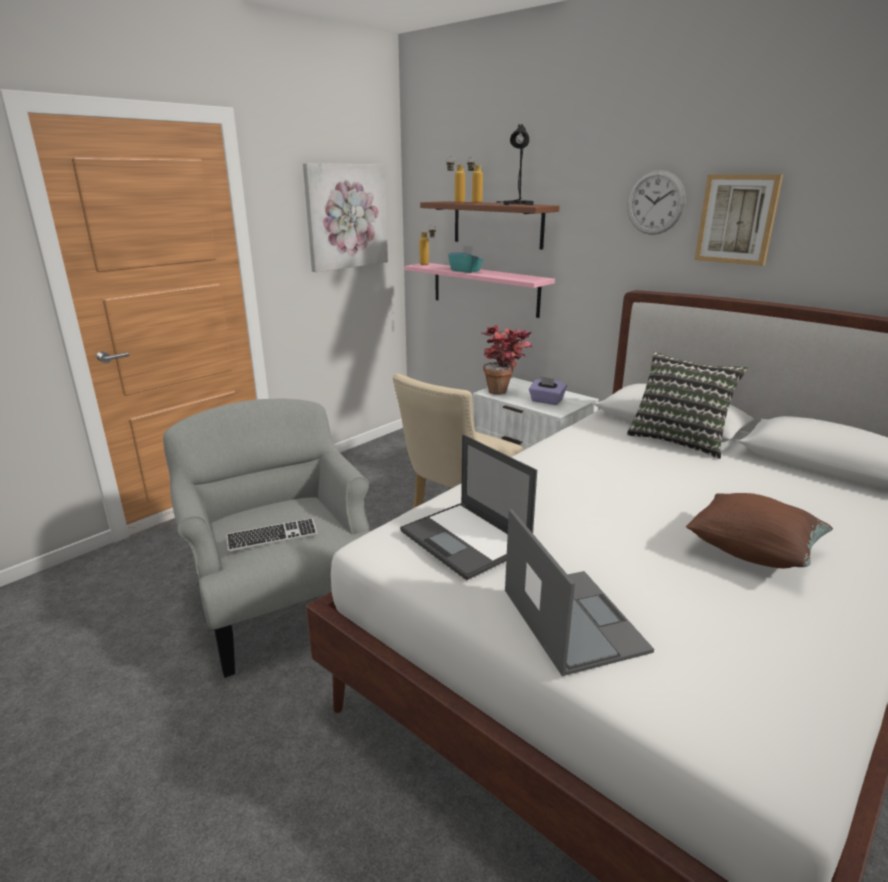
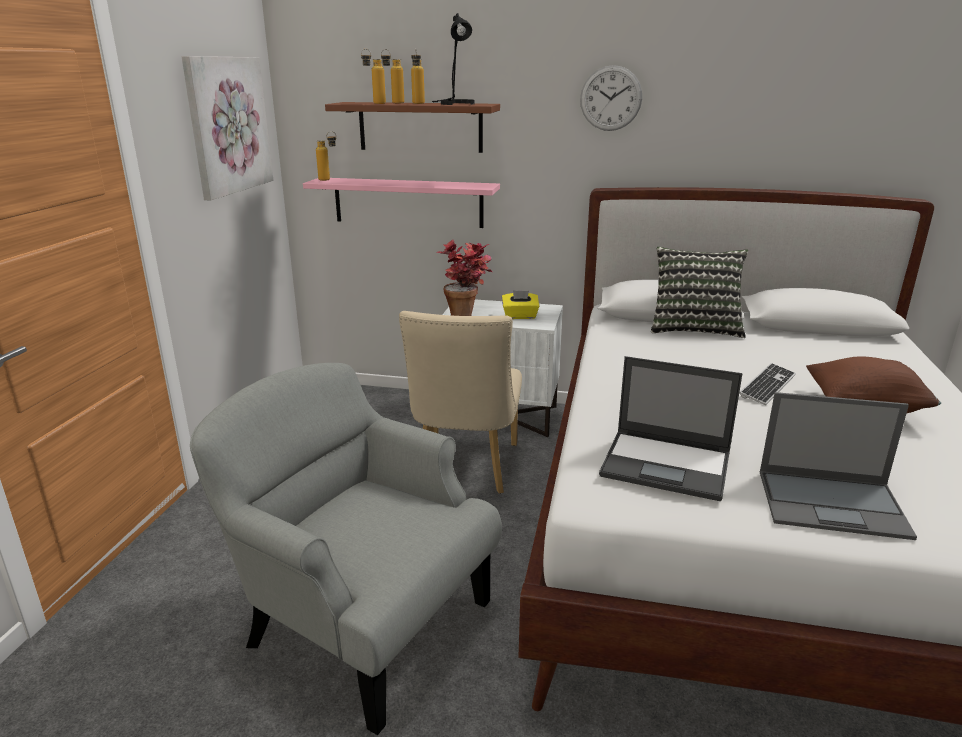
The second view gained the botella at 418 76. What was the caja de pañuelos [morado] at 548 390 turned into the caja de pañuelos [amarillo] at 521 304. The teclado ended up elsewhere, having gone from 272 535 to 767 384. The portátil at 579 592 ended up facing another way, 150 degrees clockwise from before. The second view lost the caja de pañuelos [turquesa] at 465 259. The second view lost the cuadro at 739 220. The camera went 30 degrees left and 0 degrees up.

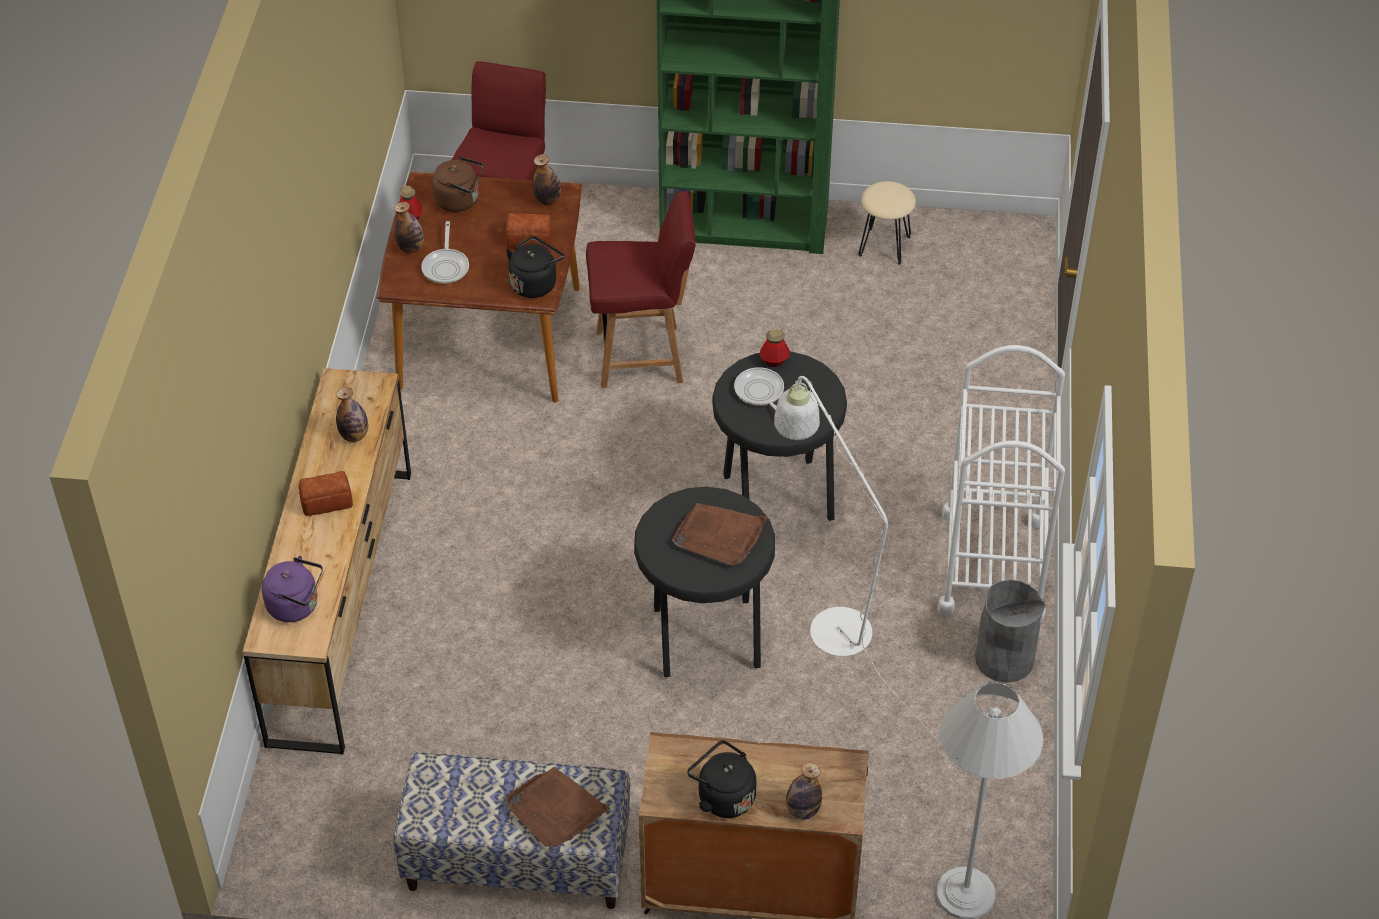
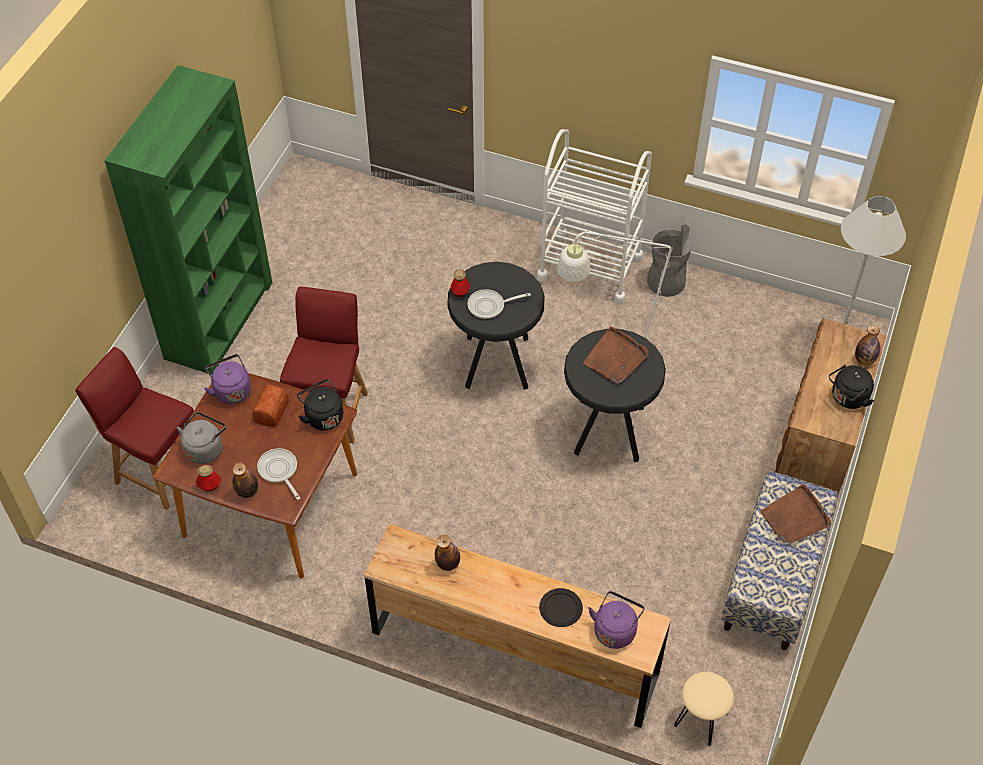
What was the hervidor [marrón] at 458 184 turned into the hervidor [gris] at 201 438. Where the botella stood at 546 179, the hervidor [morado] came to stand at 227 379. The sartén at 445 252 ended up facing another way, 135 degrees counterclockwise from before. The second view gained the plato [negro] at 561 607. The taburete [beis] ended up elsewhere, having gone from 887 223 to 704 709. The second view lost the pan at 325 493. The camera went 75 degrees left and 5 degrees up.

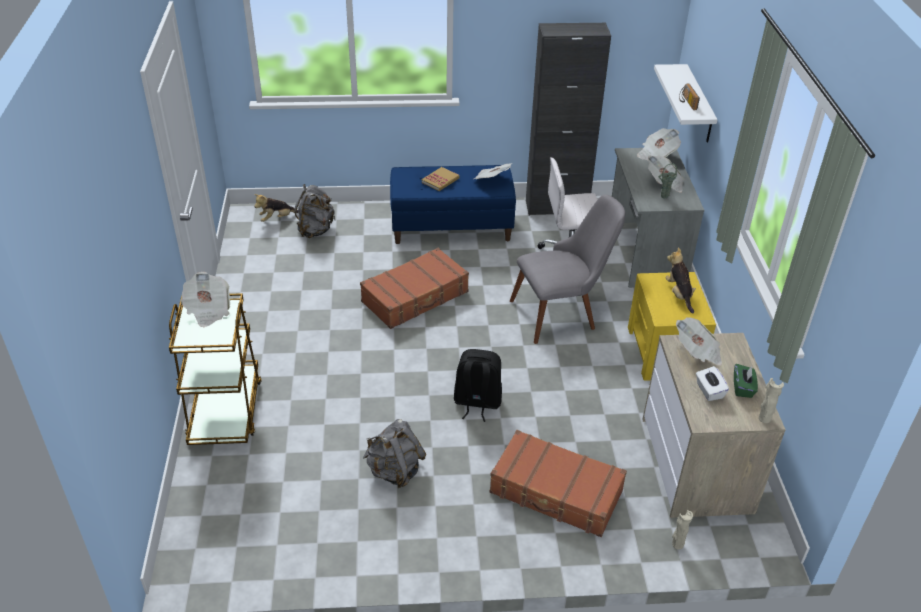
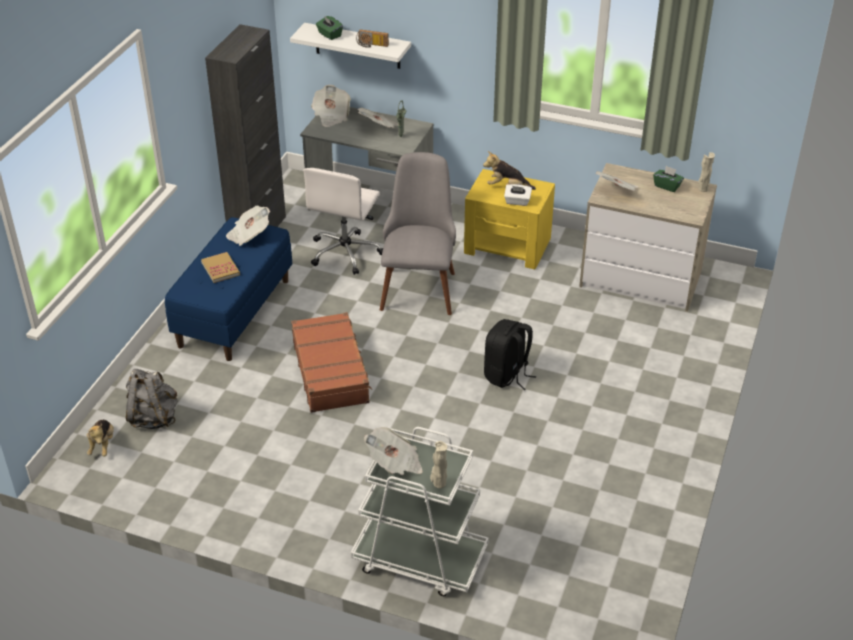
The second view gained the caja de pañuelos [verde] at 329 28. What was the carrito [marrón] at 215 369 turned into the carrito [blanco] at 420 511. The florero [beis] ended up elsewhere, having gone from 682 530 to 438 464. The caja de pañuelos [blanco] ended up elsewhere, having gone from 712 383 to 518 195. The second view lost the mochila [gris] at 394 453. The second view lost the maleta [marrón] at 558 483. The camera went 65 degrees left and 0 degrees up.

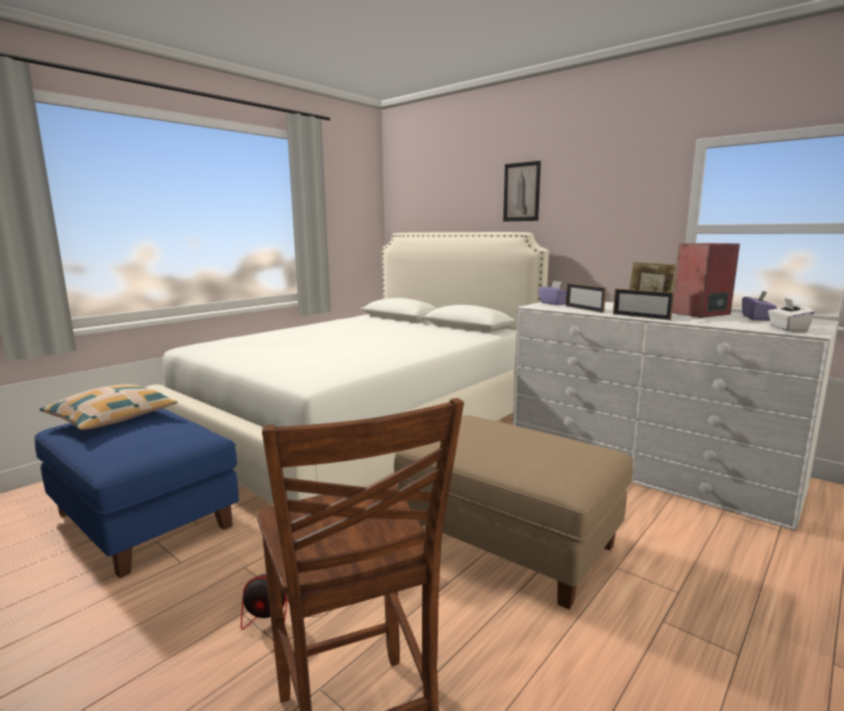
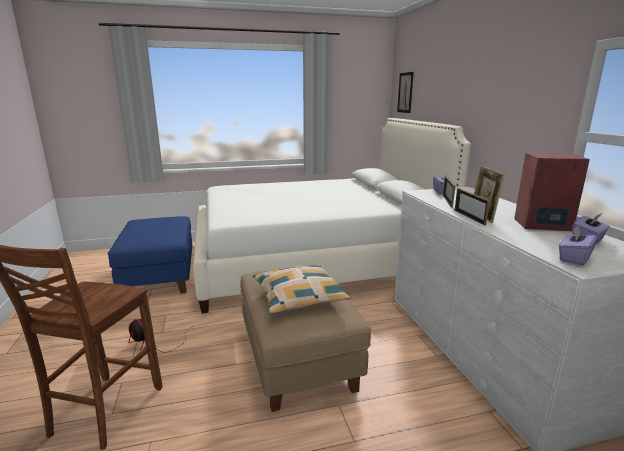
The cojín ended up elsewhere, having gone from 108 407 to 302 289. The cuadro ended up elsewhere, having gone from 522 191 to 405 92. What was the caja de pañuelos [blanco] at 791 314 turned into the caja de pañuelos [morado] at 578 245. The camera went 35 degrees right and 5 degrees up.

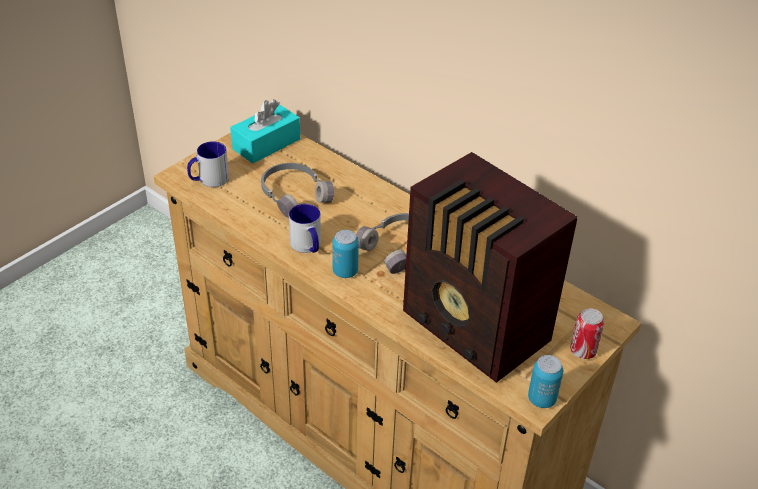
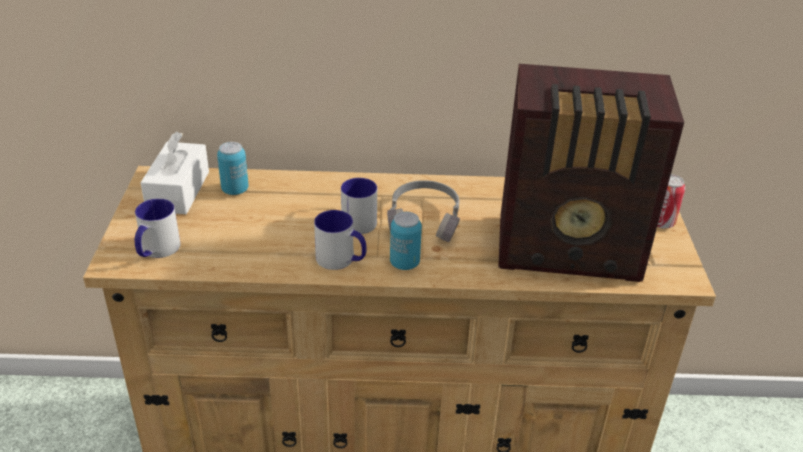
What was the caja de pañuelos [turquesa] at 265 131 turned into the caja de pañuelos [blanco] at 175 173. The lata ended up elsewhere, having gone from 545 381 to 232 168. The second view gained the taza grande at 359 206. The second view lost the auriculares [gris] at 297 190. The camera went 40 degrees left and 5 degrees down.

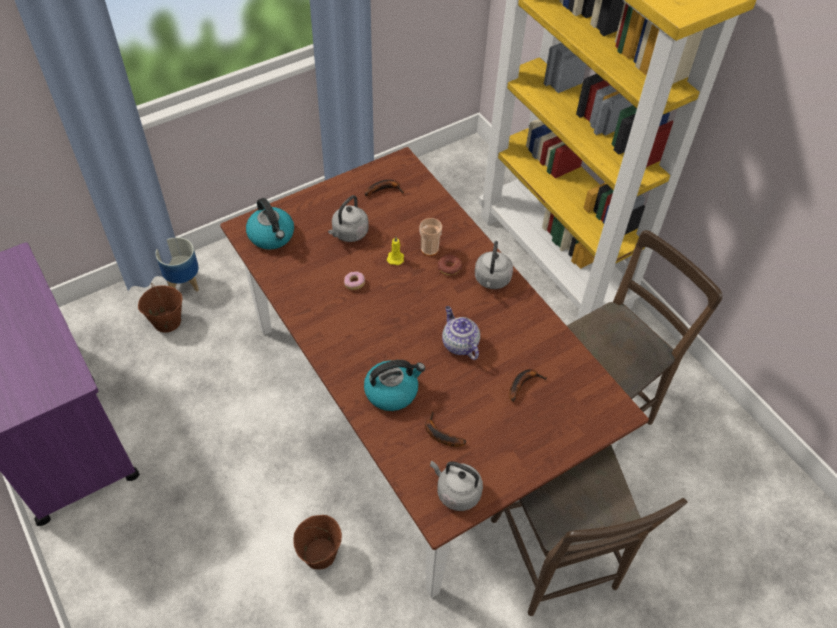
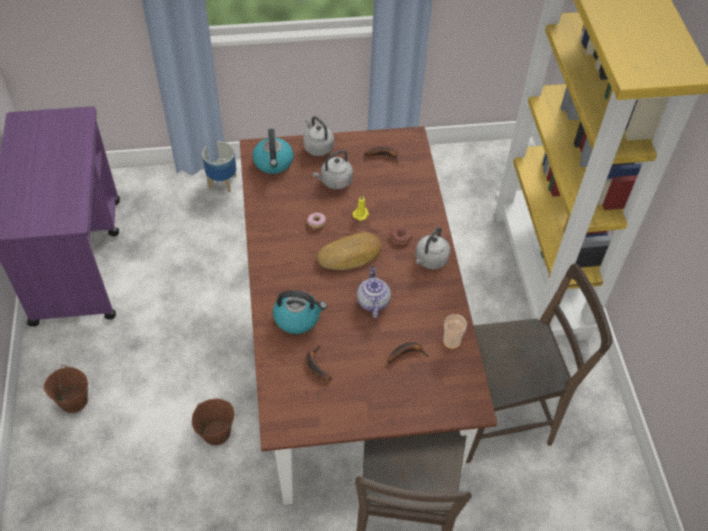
The cubo [marrón] ended up elsewhere, having gone from 160 308 to 66 389. The hervidor [gris] ended up elsewhere, having gone from 456 486 to 318 136. The second view gained the pan at 349 251. The taza ended up elsewhere, having gone from 431 237 to 455 331. The camera went 25 degrees right and 0 degrees up.

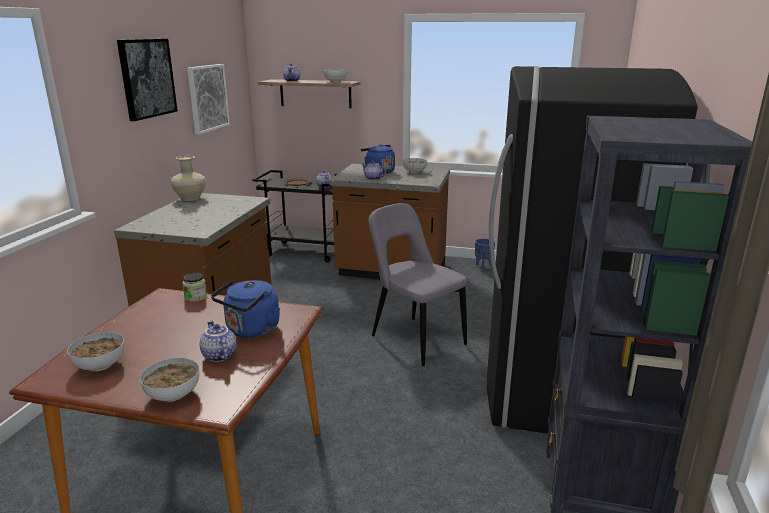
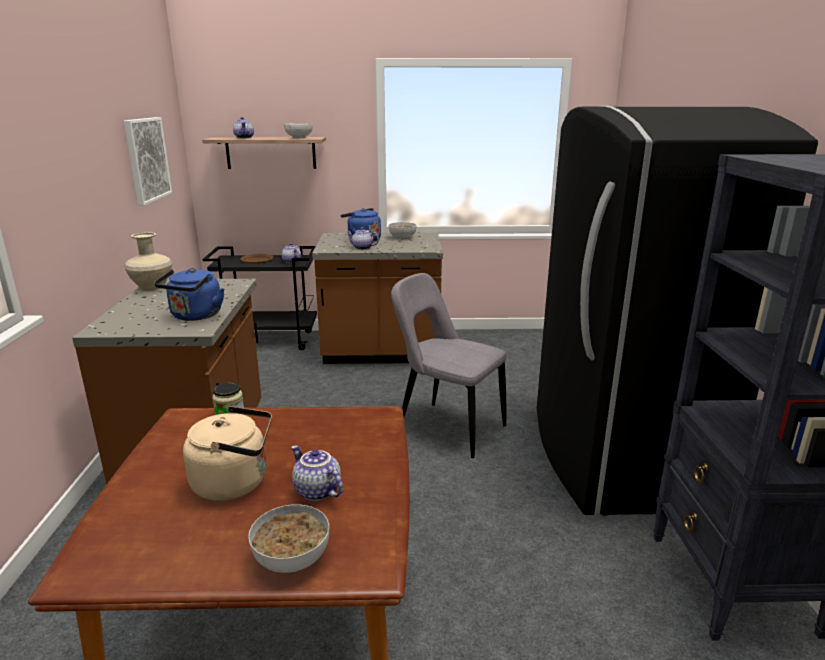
The hervidor [azul] ended up elsewhere, having gone from 245 309 to 189 294. The second view gained the hervidor [beis] at 227 453. The second view lost the cuenco at 96 351. The second view lost the cuadro at 147 80. The second view lost the maceta [azul] at 485 254. The camera went 15 degrees left and 0 degrees up.

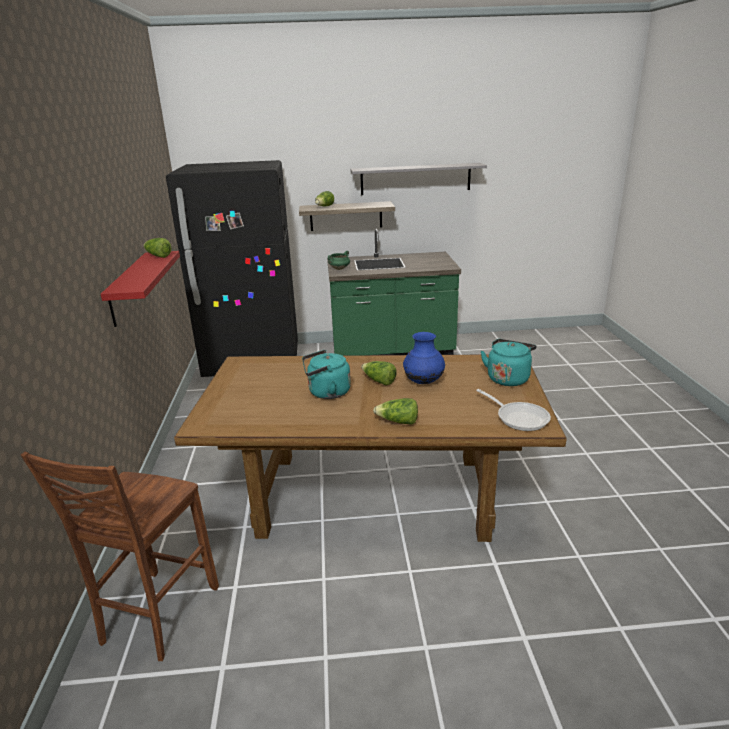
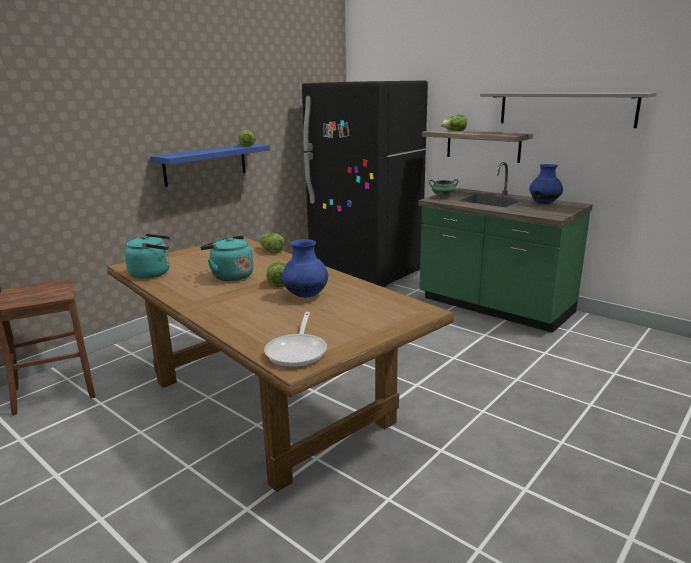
The hervidor [turquesa] ended up elsewhere, having gone from 509 362 to 147 256. What was the estante [rojo] at 140 289 turned into the estante [azul] at 210 165. The lechuga ended up elsewhere, having gone from 395 411 to 272 243. The second view gained the florero [azul] at 546 184. The camera went 45 degrees right and 5 degrees down.

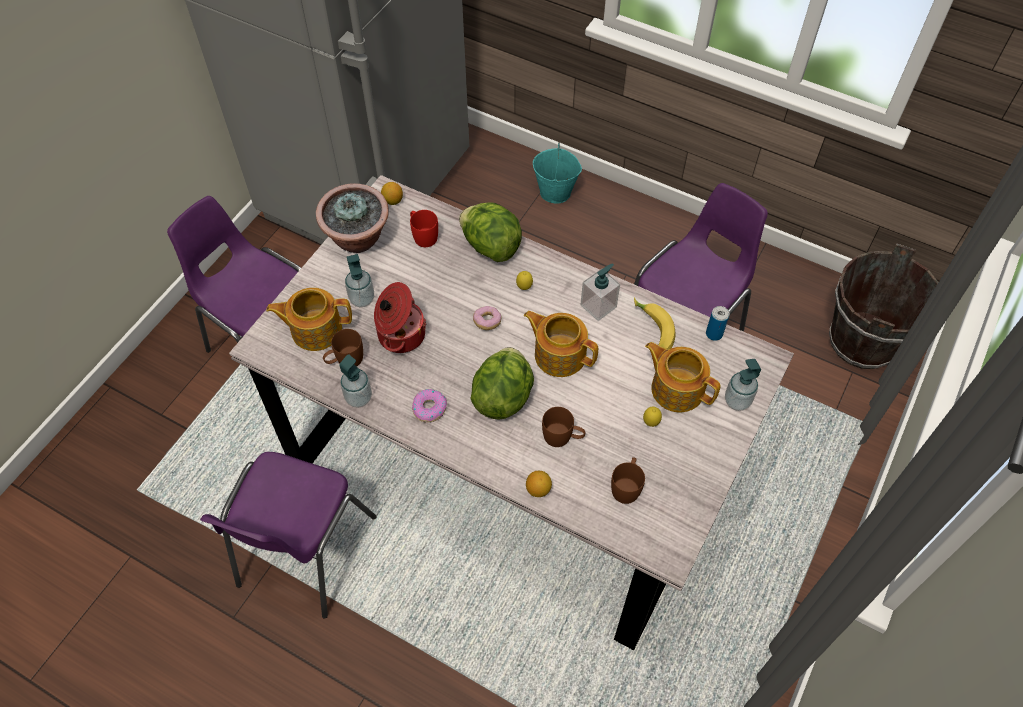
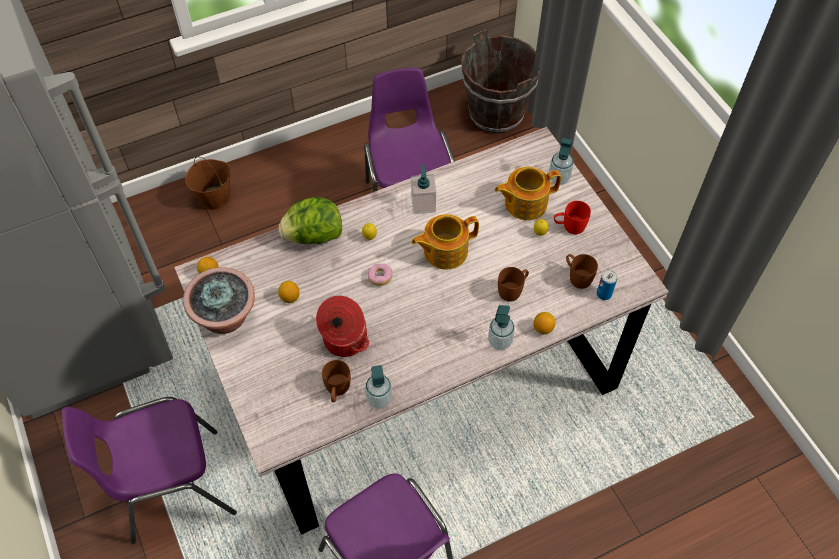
What was the cubo [turquesa] at 557 173 turned into the cubo [marrón] at 208 183. The second view gained the limón at 289 292. The dispensador de jabón ended up elsewhere, having gone from 359 280 to 501 327. The taza grande [rojo] ended up elsewhere, having gone from 424 228 to 572 217. The lata ended up elsewhere, having gone from 717 323 to 607 285. The second view lost the tetera at 309 319. The second view lost the rosquilla at 429 406. The second view lost the lechuga at 502 383. The second view lost the plátano at 655 323. The camera went 55 degrees left and 0 degrees up.

